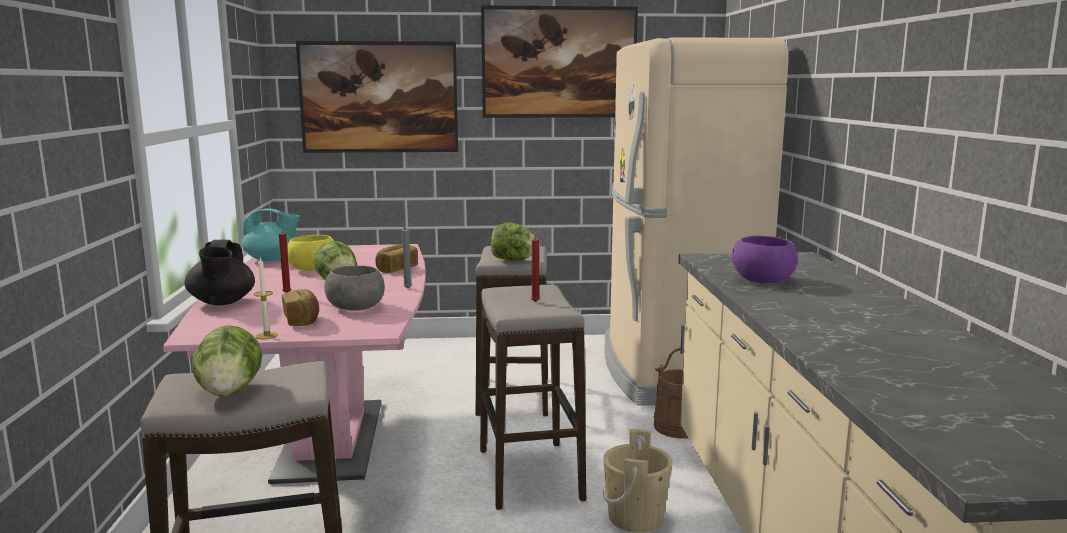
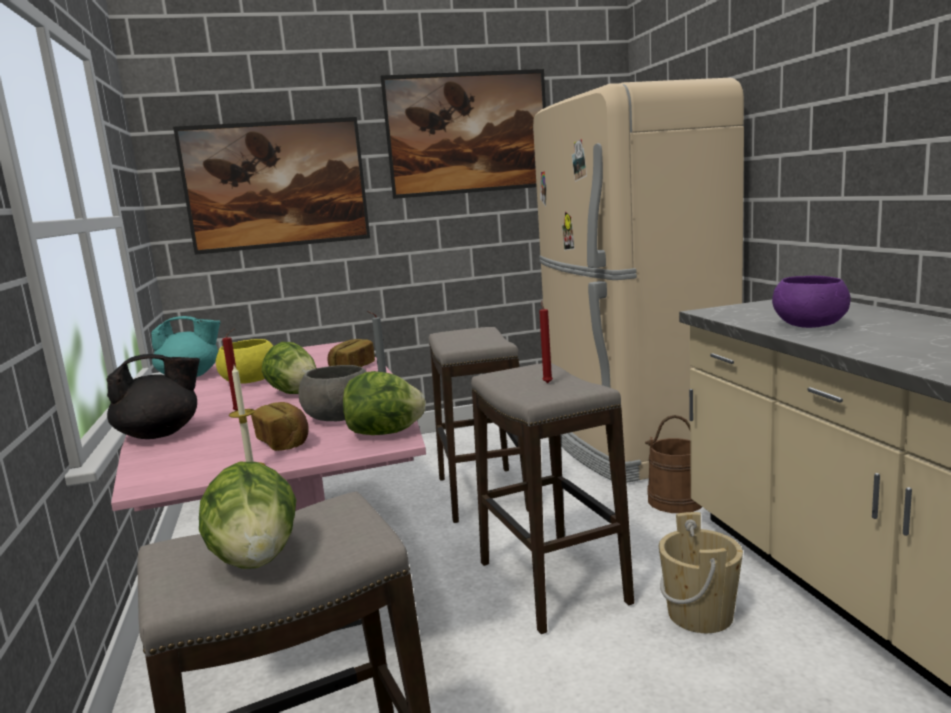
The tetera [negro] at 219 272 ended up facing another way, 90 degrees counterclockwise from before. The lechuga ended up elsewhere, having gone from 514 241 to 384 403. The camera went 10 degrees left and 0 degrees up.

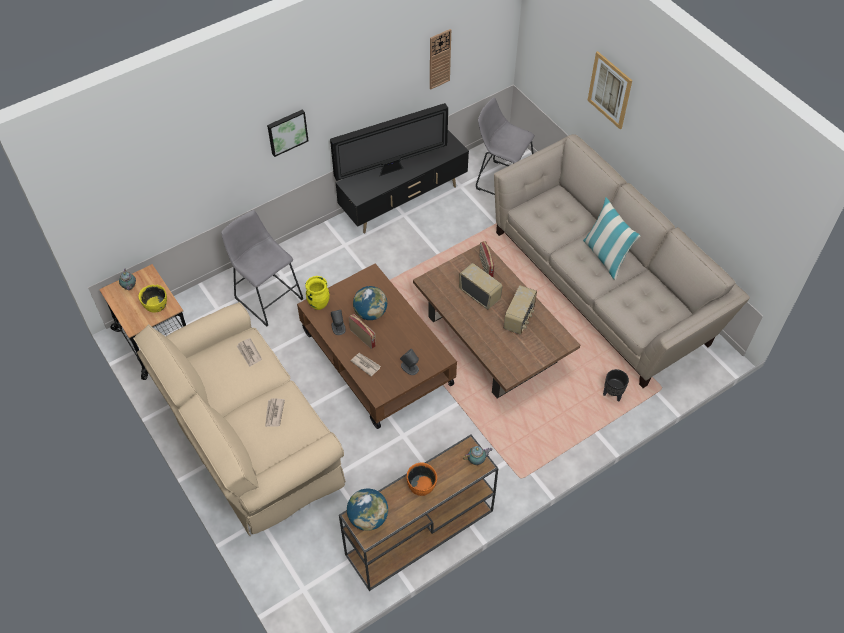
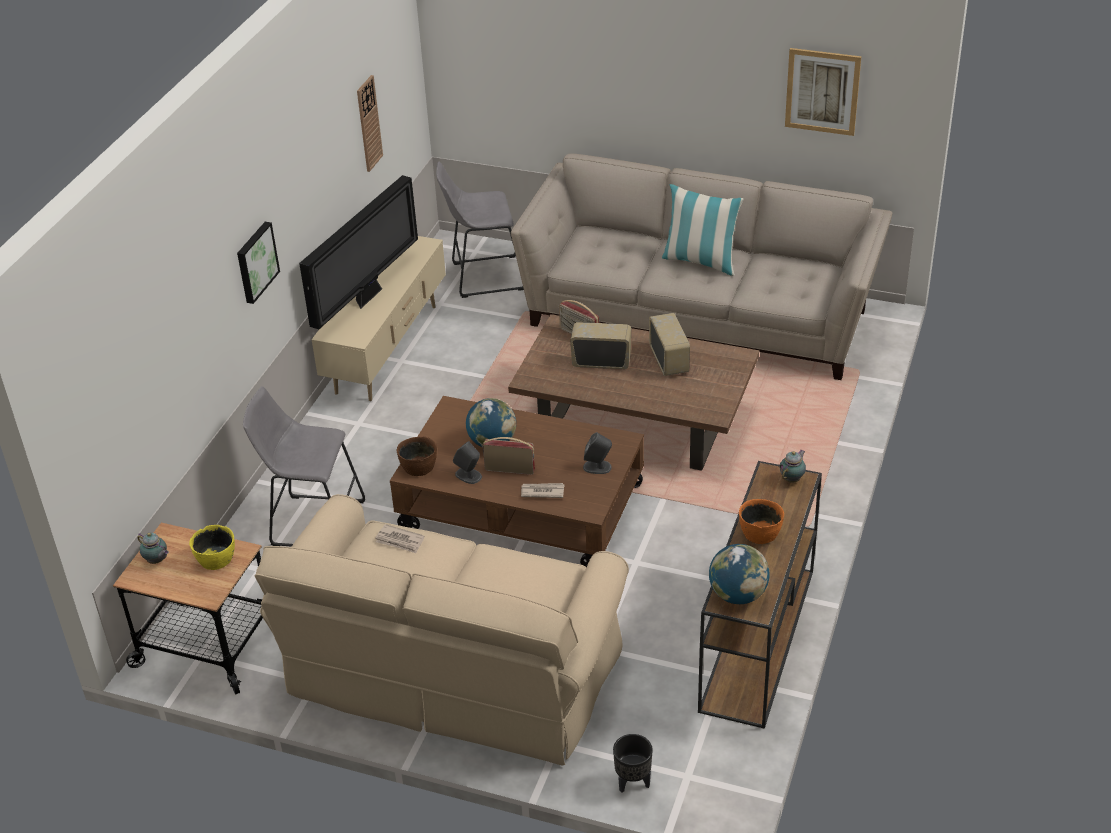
What was the mueble de televisión [negro] at 402 181 turned into the mueble de televisión [beis] at 379 318. Where the florero [amarillo] stood at 317 293, the cuenco [marrón] came to stand at 417 456. The maceta [negro] ended up elsewhere, having gone from 616 385 to 633 763. The cuadro ended up elsewhere, having gone from 609 90 to 823 92. The second view lost the periódico at 275 412. The camera went 35 degrees left and 15 degrees down.

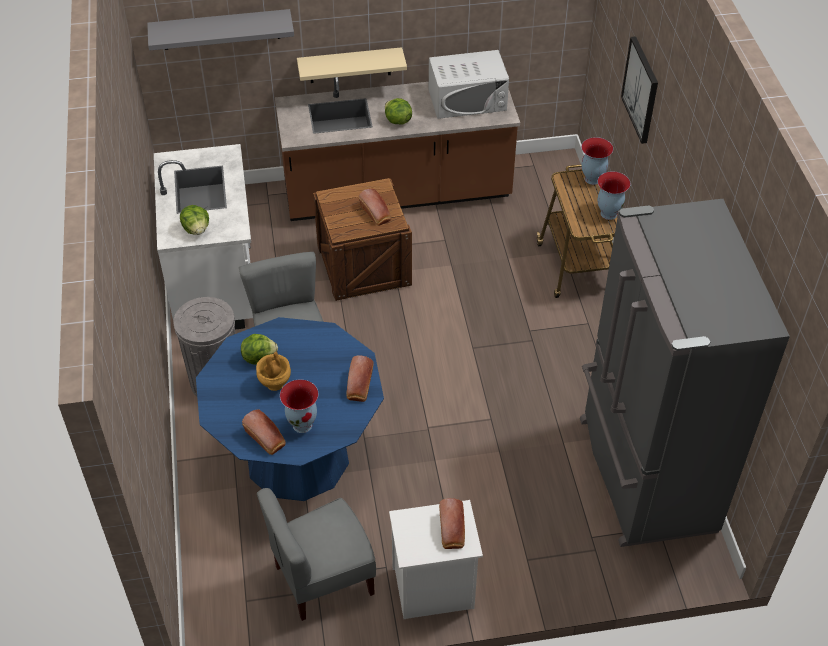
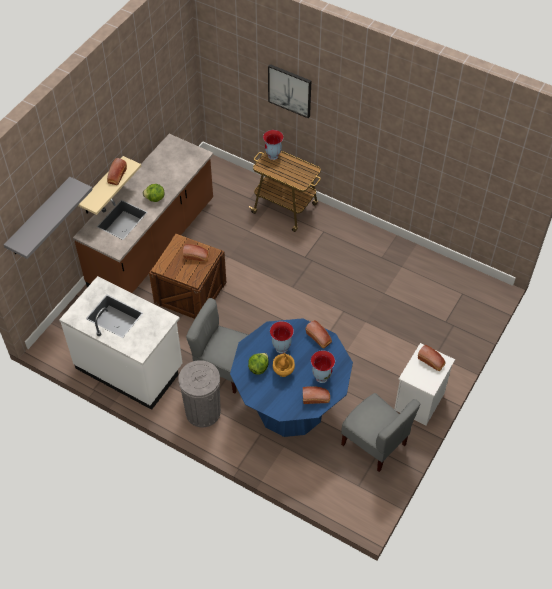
The second view gained the pan at 117 171. The florero ended up elsewhere, having gone from 614 195 to 282 337. The silla [gris] at 316 554 ended up facing another way, 60 degrees counterclockwise from before. The second view lost the lechuga at 194 220. The second view lost the microondas [blanco] at 469 84. The second view lost the nevera [gris] at 685 373. The camera went 50 degrees left and 5 degrees up.

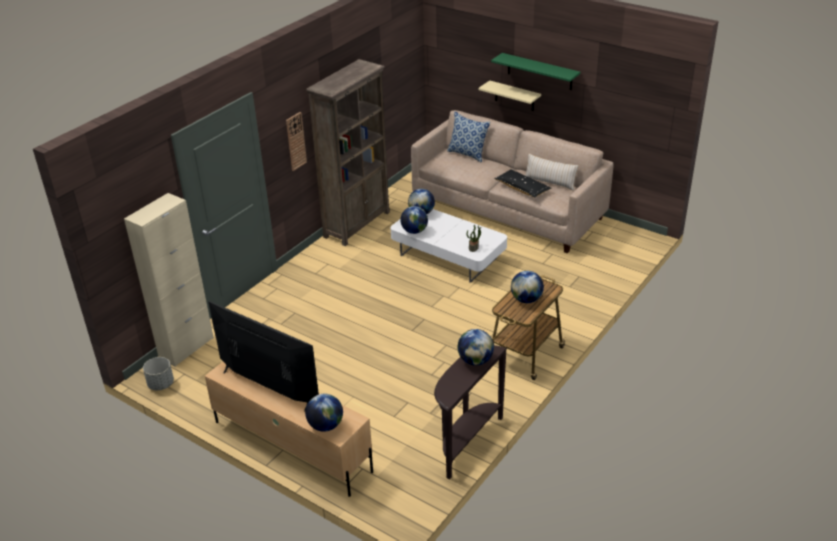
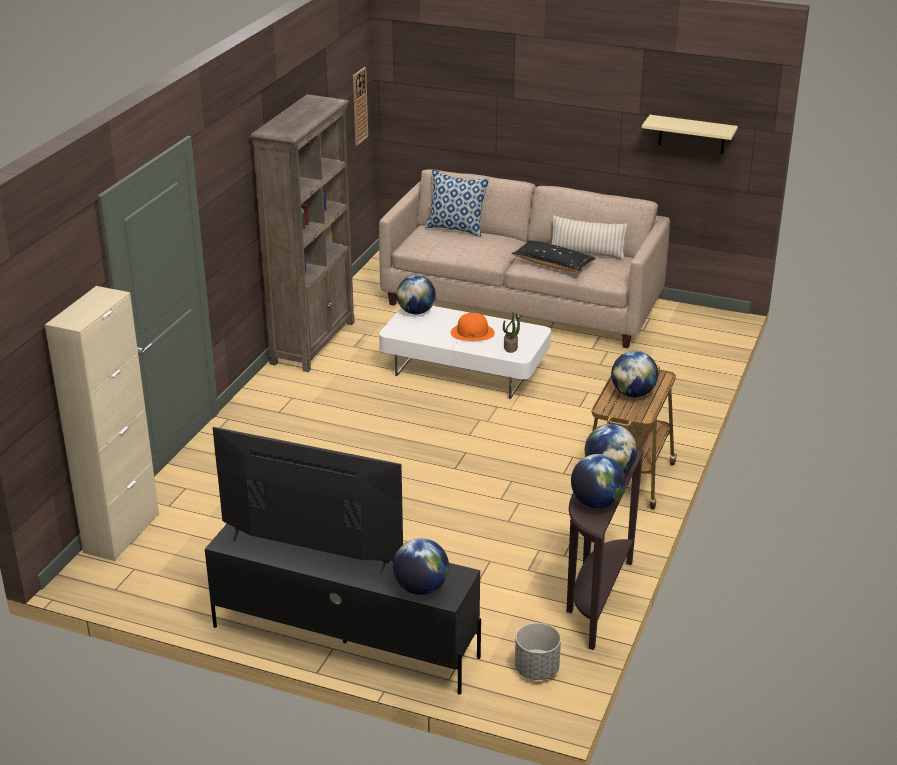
What was the mueble de televisión [beis] at 289 429 turned into the mueble de televisión [negro] at 343 609. The reloj de pared ended up elsewhere, having gone from 296 141 to 360 106. The second view gained the sombrero [naranja] at 473 327. The maceta [gris] ended up elsewhere, having gone from 158 373 to 538 651. The globo terráqueo ended up elsewhere, having gone from 414 220 to 598 481. The estante [beis] ended up elsewhere, having gone from 509 95 to 690 134. The second view lost the estante [verde] at 535 71. The camera went 15 degrees left and 5 degrees down.

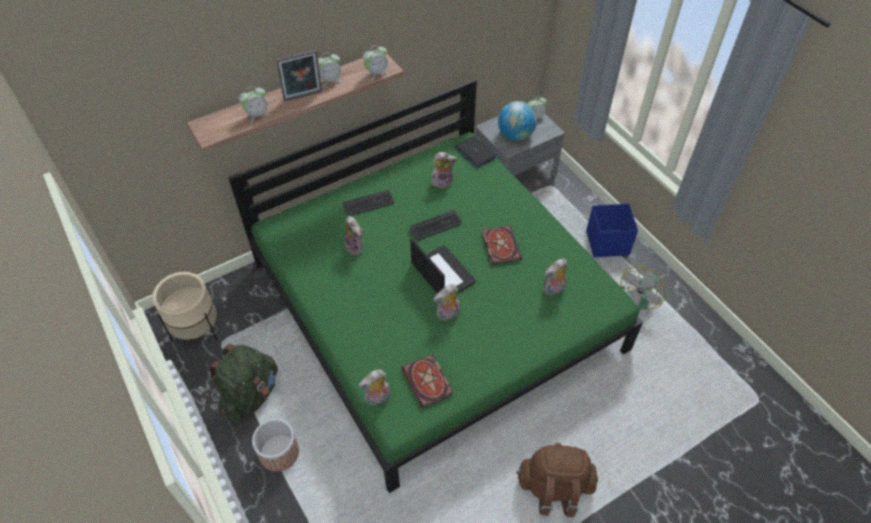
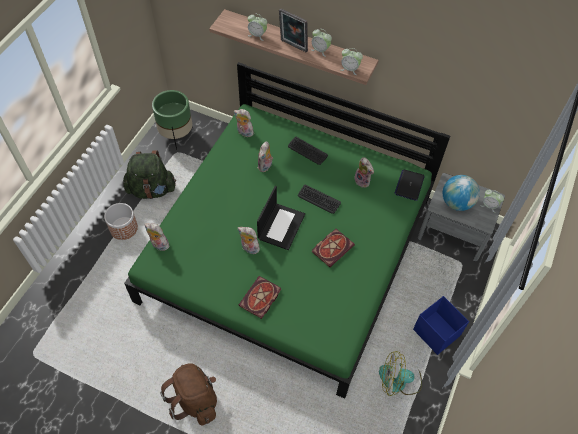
What was the maceta [beis] at 185 307 turned into the maceta [verde] at 172 120. The peluche ended up elsewhere, having gone from 555 277 to 244 123. The libro ended up elsewhere, having gone from 427 381 to 260 297. The camera went 55 degrees right and 5 degrees up.

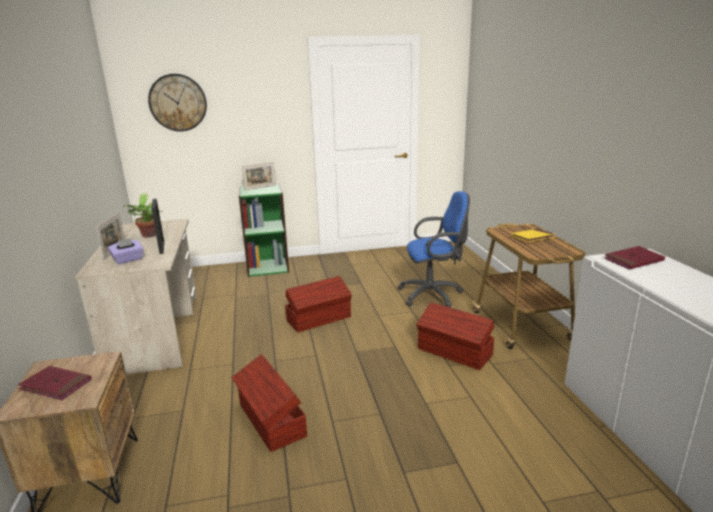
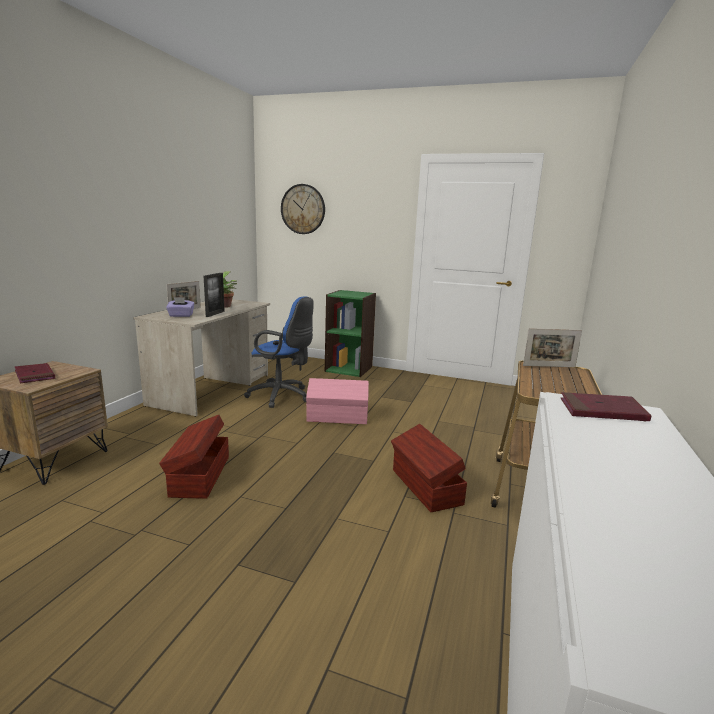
The silla de oficina [azul] ended up elsewhere, having gone from 434 249 to 279 352. What was the caja de almacenaje [marrón] at 318 304 turned into the caja de almacenaje [rosa] at 337 401. The portarretratos ended up elsewhere, having gone from 259 176 to 552 347. The second view lost the libro [amarillo] at 533 235. The camera went 30 degrees right and 5 degrees down.

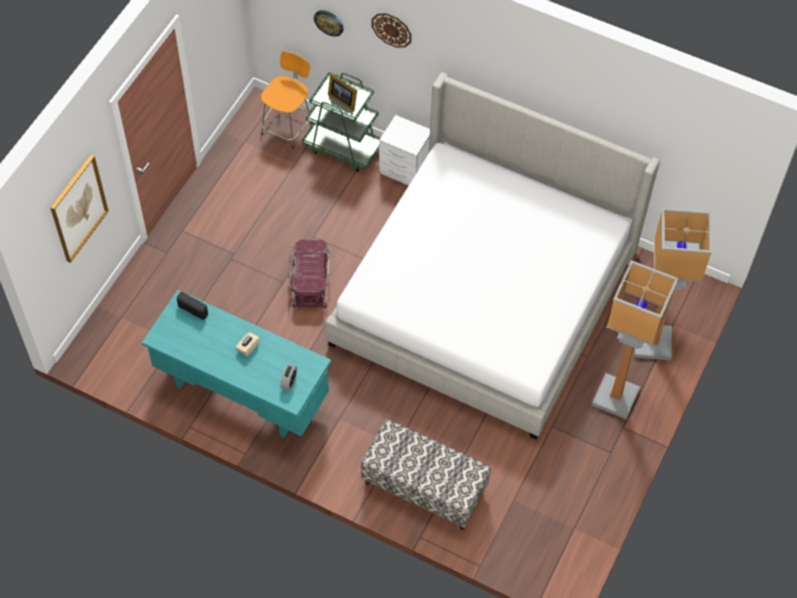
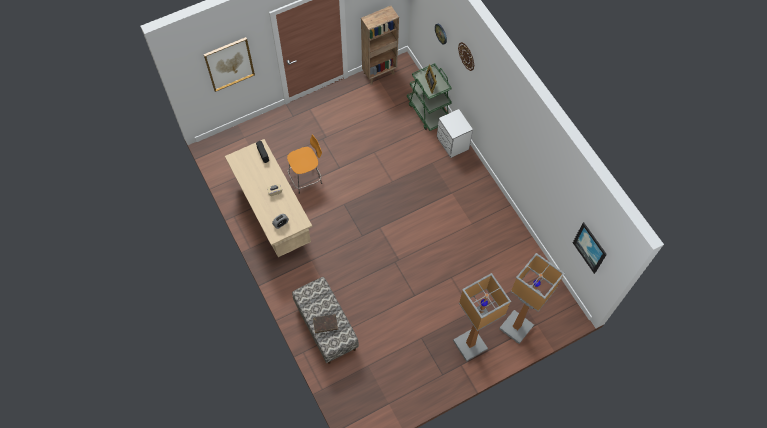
What was the escritorio [turquesa] at 236 364 turned into the escritorio [beis] at 268 198. The taburete [naranja] ended up elsewhere, having gone from 286 100 to 304 164. The second view gained the libro [marrón] at 325 323. The second view gained the estantería [marrón] at 380 45. The second view gained the cuadro at 590 248. The second view lost the caja de almacenaje [rojo] at 309 275. The second view lost the cama at 493 255. The camera went 35 degrees right and 5 degrees up.

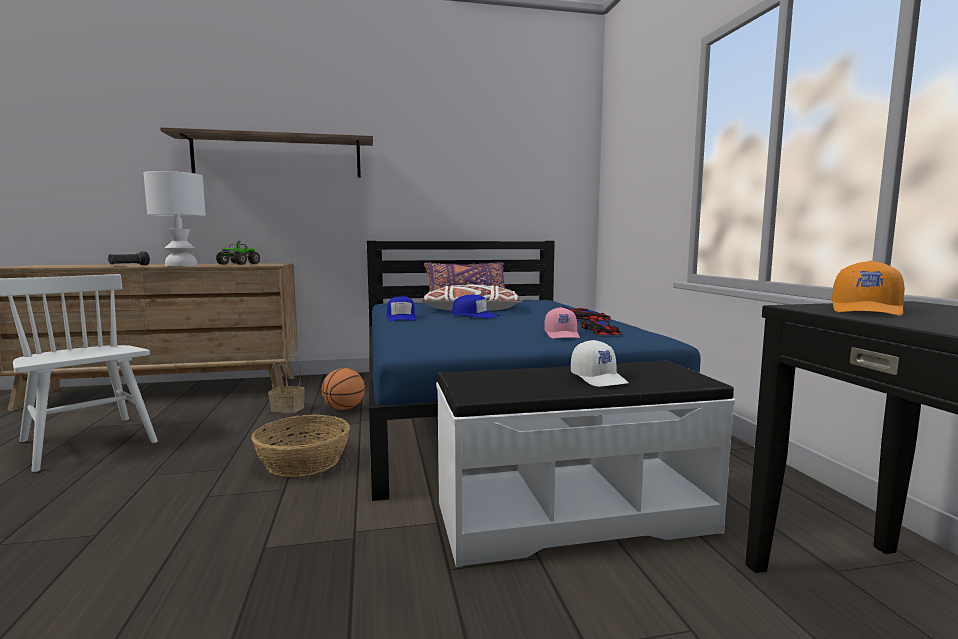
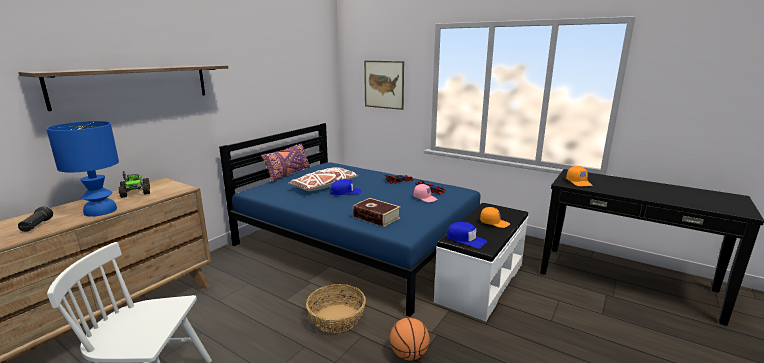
What was the lámpara de mesa [blanco] at 175 218 turned into the lámpara de mesa [azul] at 82 169. The second view gained the libro at 376 212. The second view gained the cuadro at 384 85. The balón de baloncesto ended up elsewhere, having gone from 343 389 to 409 339. The gorra [azul] ended up elsewhere, having gone from 401 308 to 466 235. What was the gorra [blanco] at 600 363 turned into the gorra [naranja] at 495 217. The second view lost the cesta at 286 384. The camera went 45 degrees left and 10 degrees up.

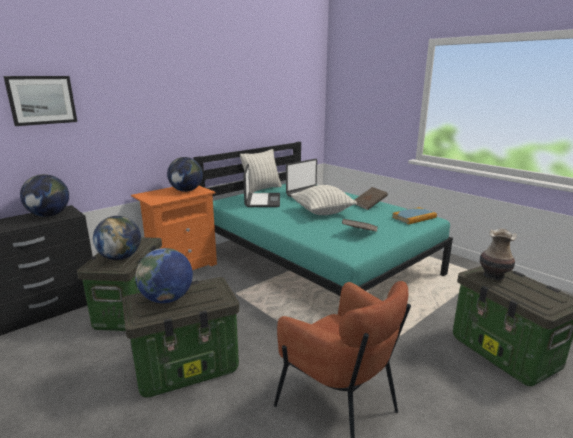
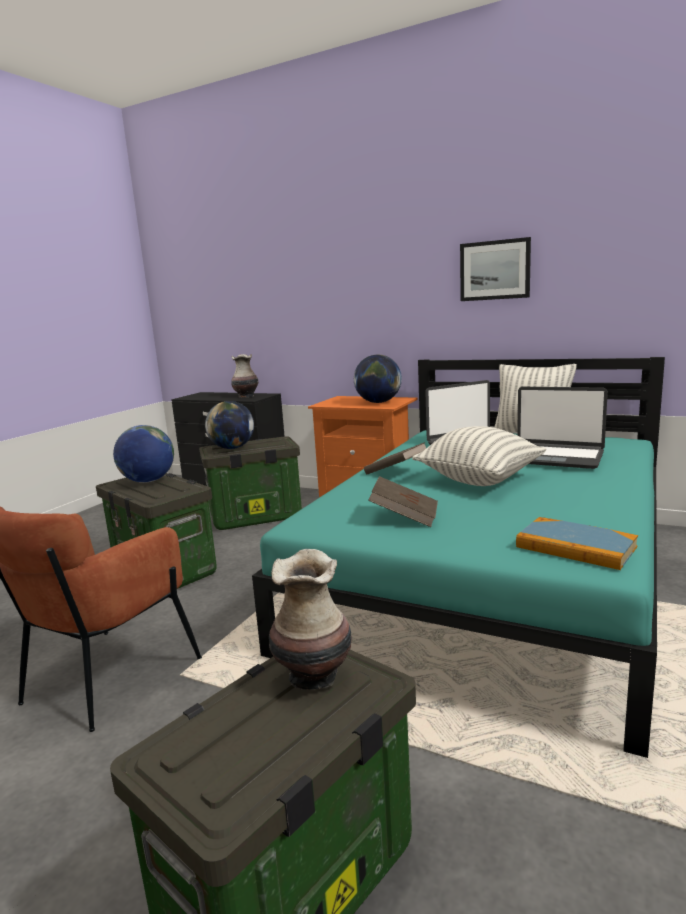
Where the globo terráqueo stood at 44 195, the florero came to stand at 244 376. The libro [marrón] ended up elsewhere, having gone from 371 198 to 395 458. The cuadro ended up elsewhere, having gone from 40 101 to 495 269. The camera went 70 degrees right and 5 degrees down.

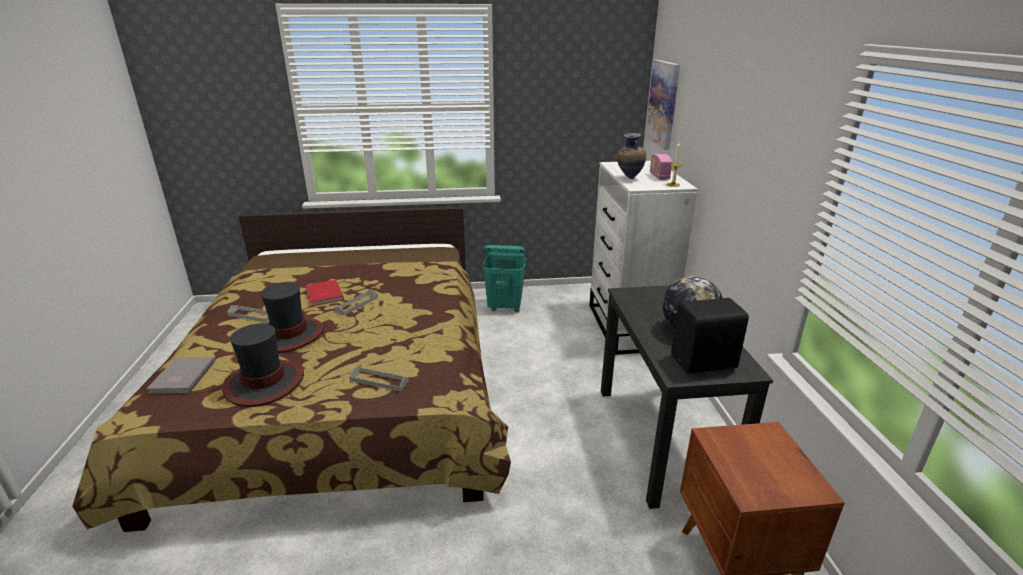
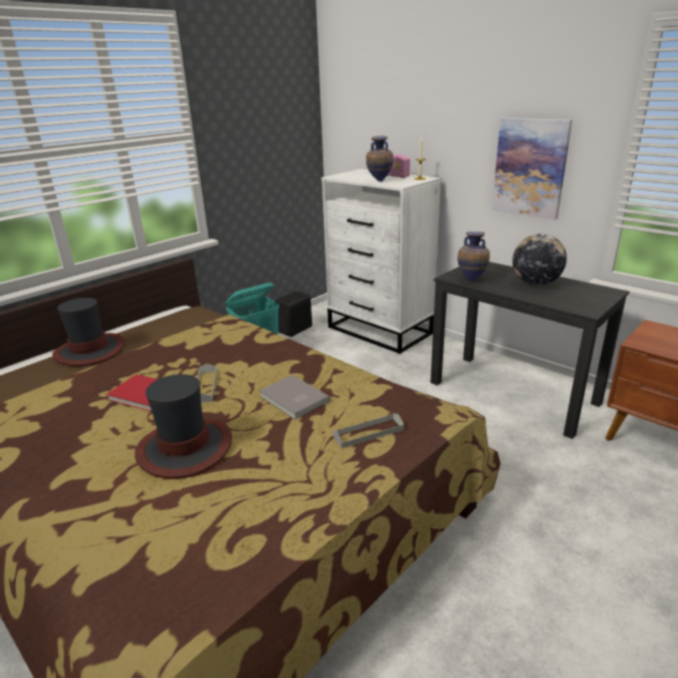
The sombrero ended up elsewhere, having gone from 263 365 to 88 332. The libro [gris] ended up elsewhere, having gone from 181 375 to 294 397. The altavoz [negro] ended up elsewhere, having gone from 710 336 to 293 314. The second view gained the florero at 474 256. The cuadro ended up elsewhere, having gone from 662 105 to 532 169. The second view lost the bandeja [gris] at 248 314. The camera went 40 degrees left and 0 degrees up.

